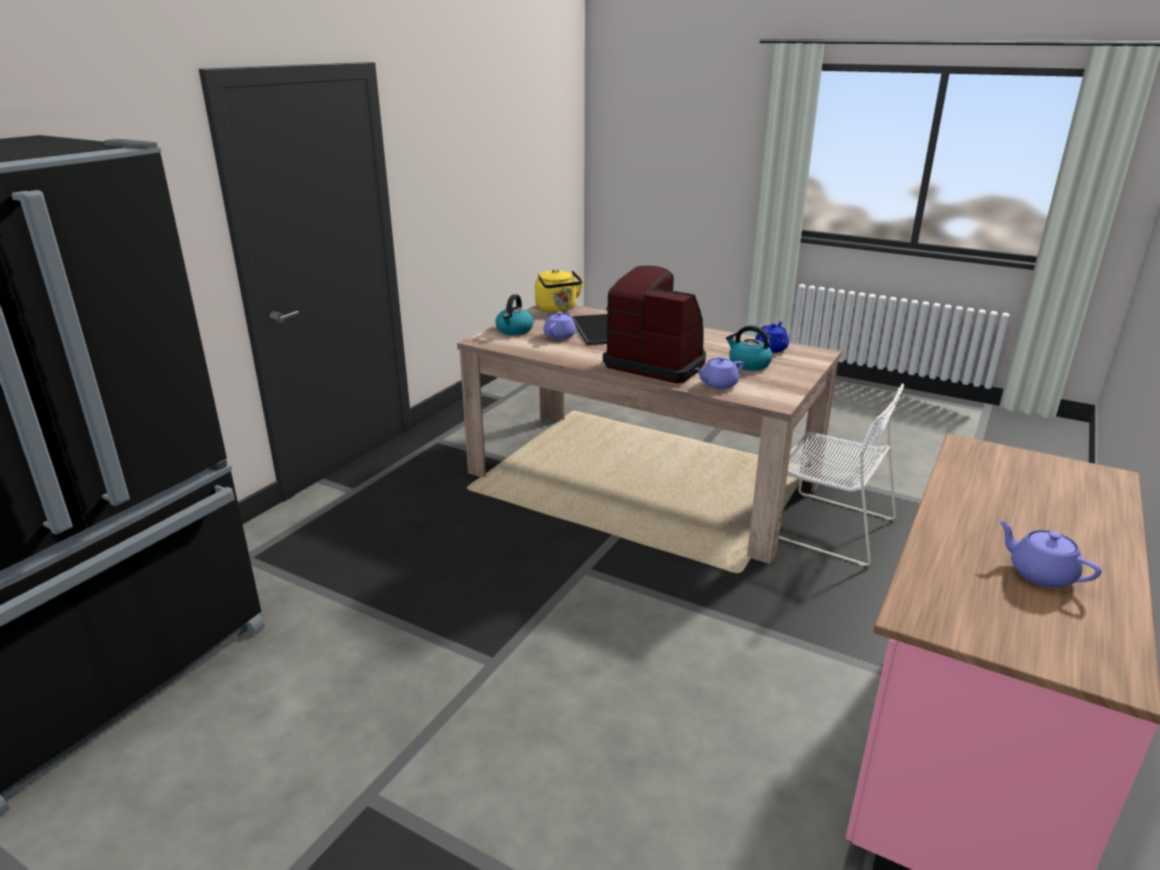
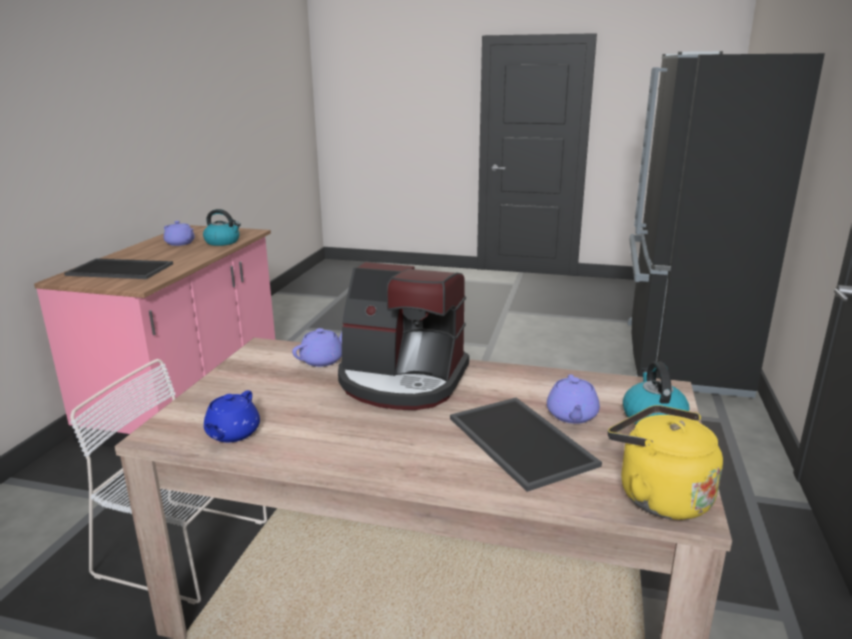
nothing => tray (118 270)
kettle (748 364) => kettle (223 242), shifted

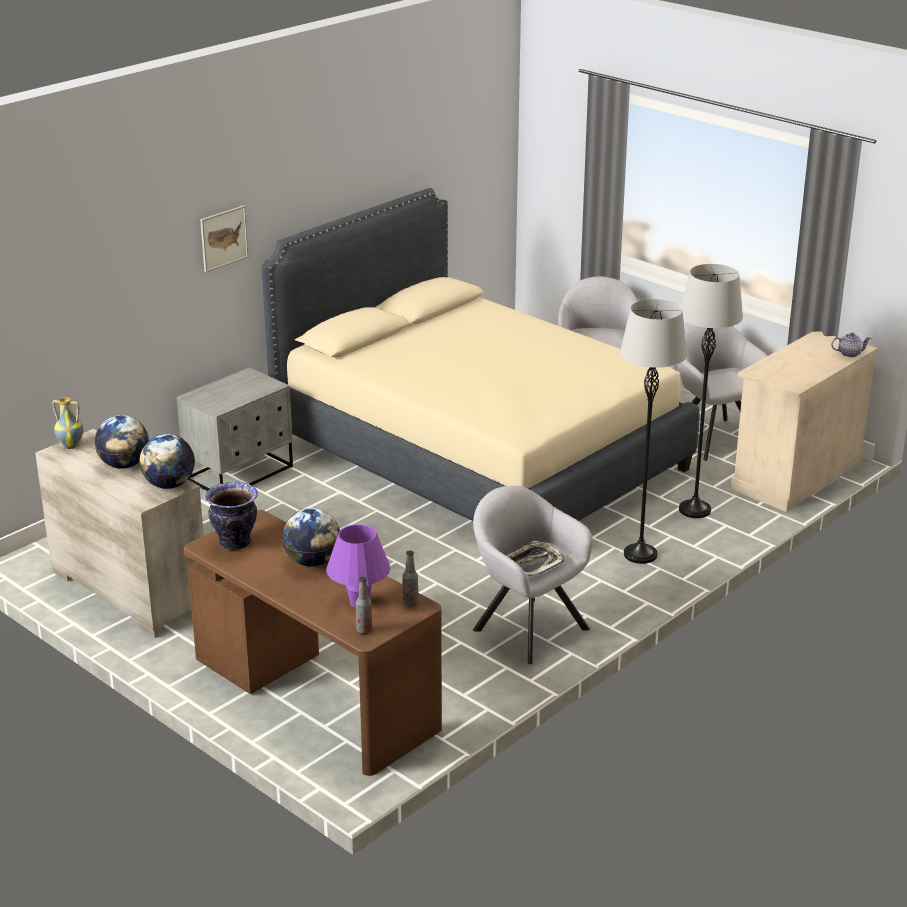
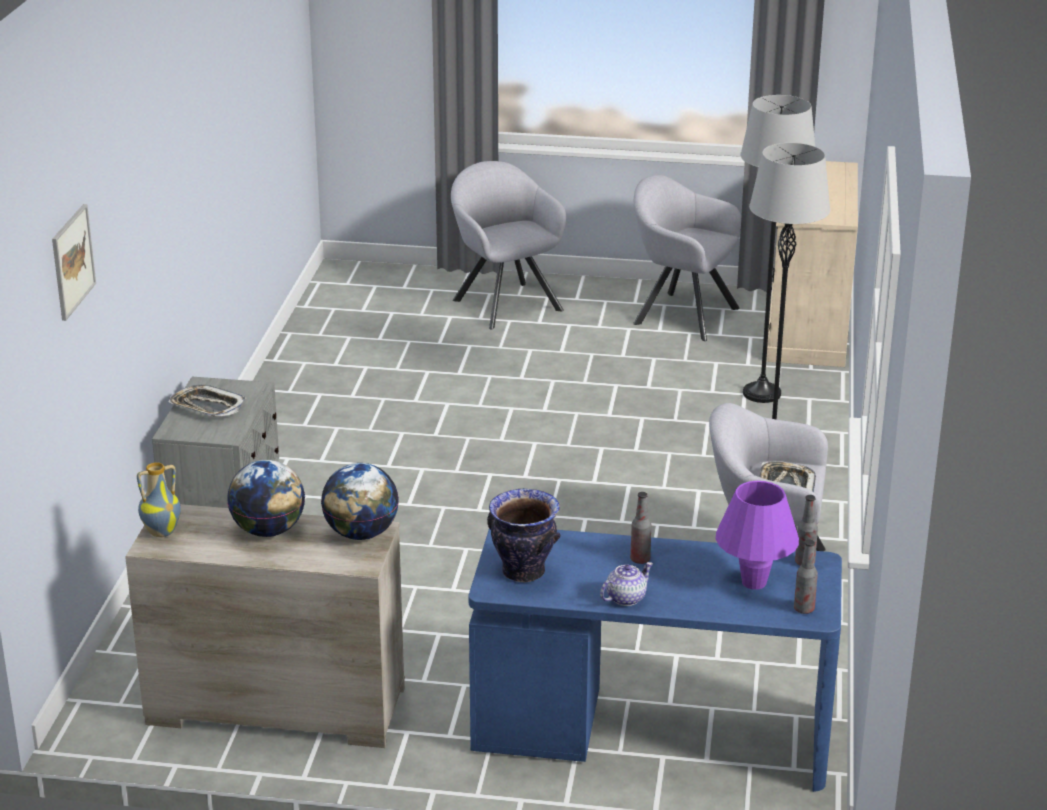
bed (beige) (479 455) => nothing
nothing => tray (207 407)
picture (224 238) => picture (72 261), shifted
teapot (849 353) => teapot (626 598), shifted
globe (312 562) => bottle (640 559)
desk (brown) (314 695) => desk (blue) (651 732)

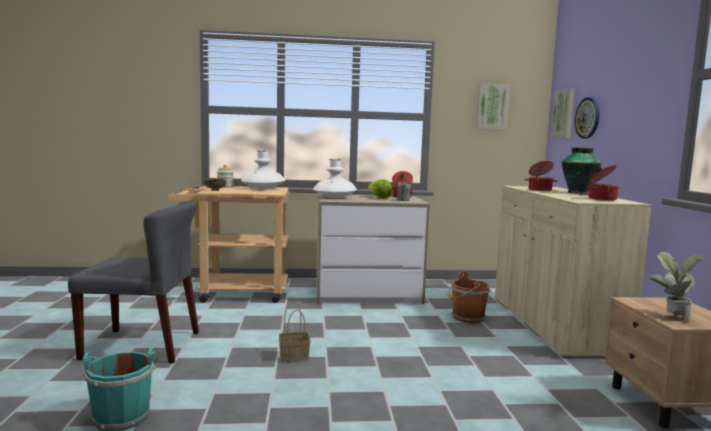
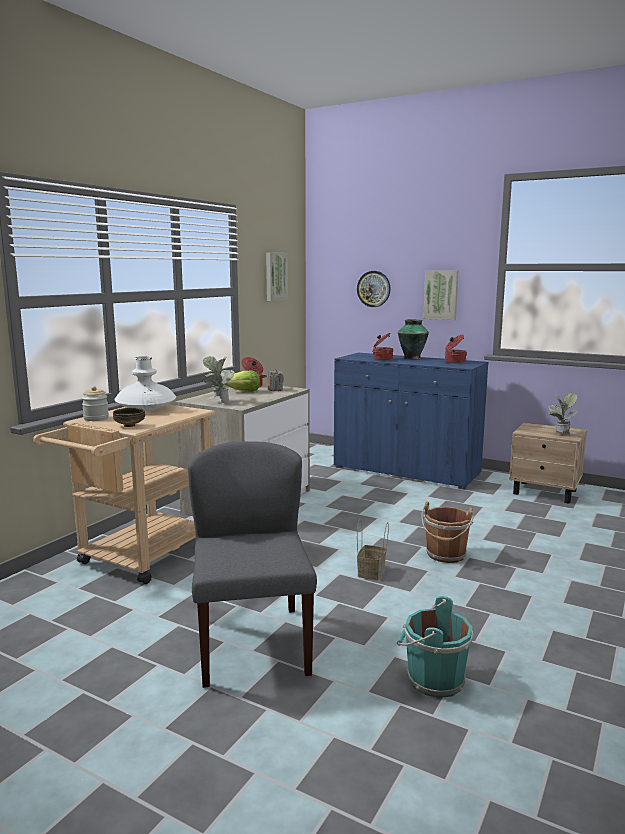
bucket (brown) (467 317) => bucket (brown) (446 555), shifted
picture (564 114) => picture (441 295), shifted
vase (white) (334 197) => potted plant (218 401)
cabinet (beige) (553 325) => cabinet (blue) (406 471)
chair (grey) (143 345) => chair (grey) (252 644), 45 degrees counterclockwise

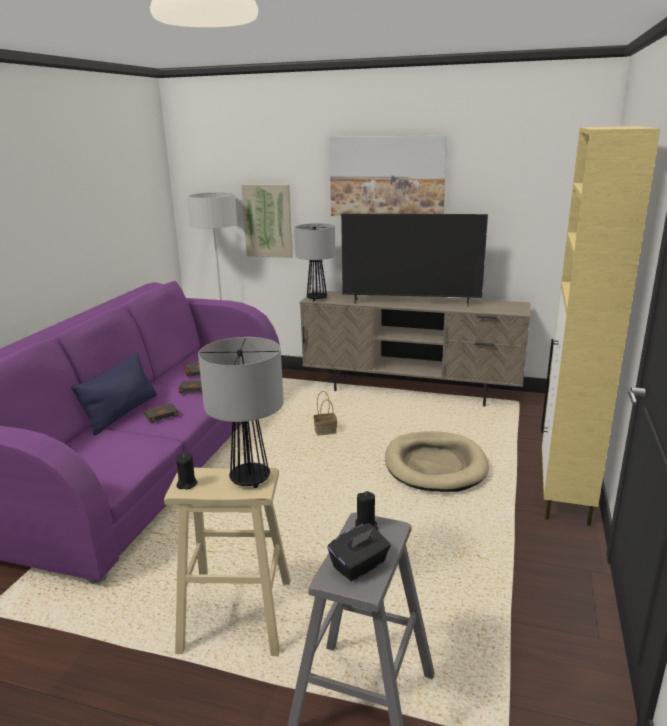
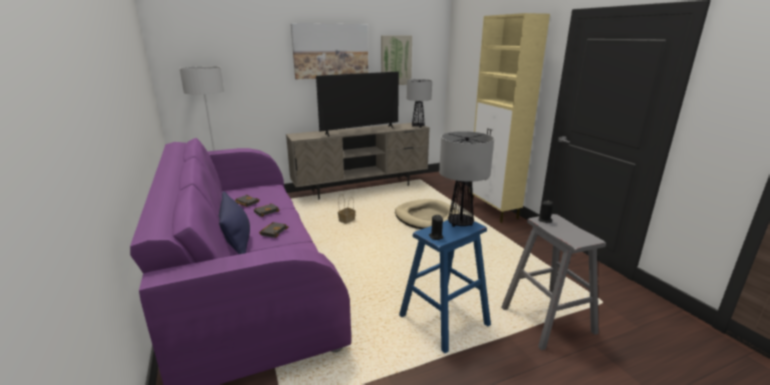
tissue box (black) (359 566) => nothing
picture (268 220) => picture (396 60), shifted
table lamp (317 298) => table lamp (418 126), shifted
stool (beige) (236 615) => stool (blue) (444 320)

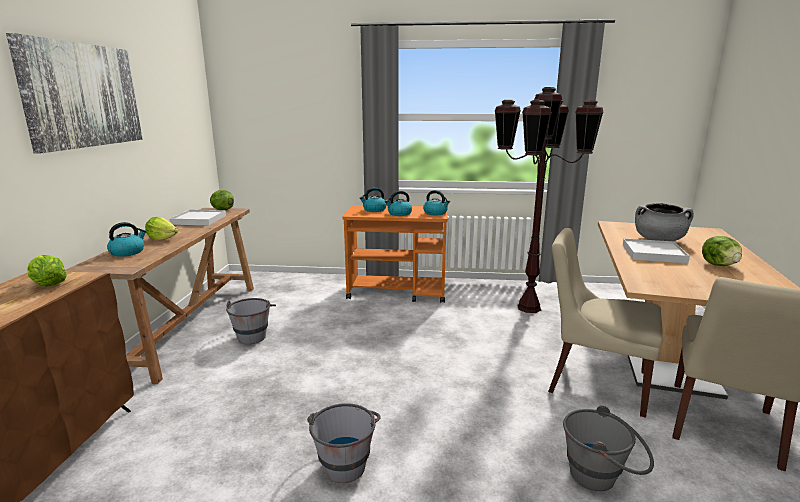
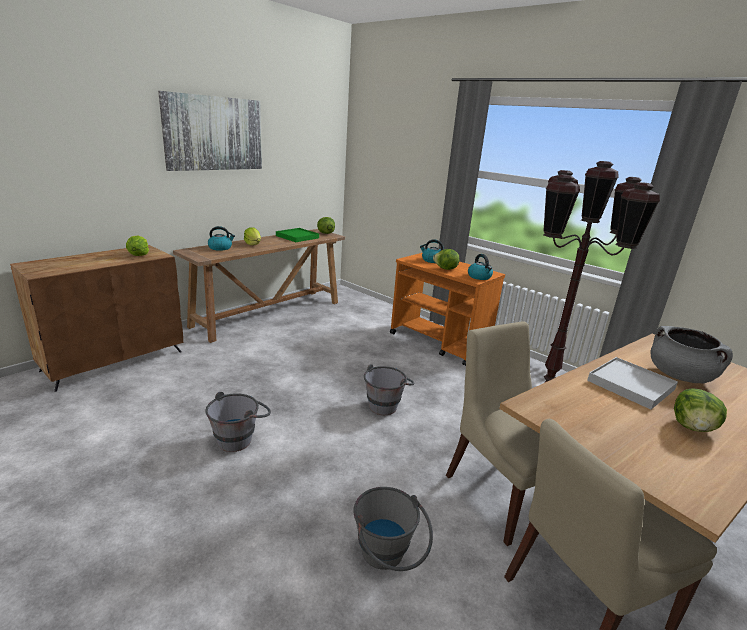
bucket (grey) (253 334) => bucket (grey) (386 404), shifted
kettle (399 214) => lettuce (445 269)
tray (white) (199 220) => tray (green) (297 237)

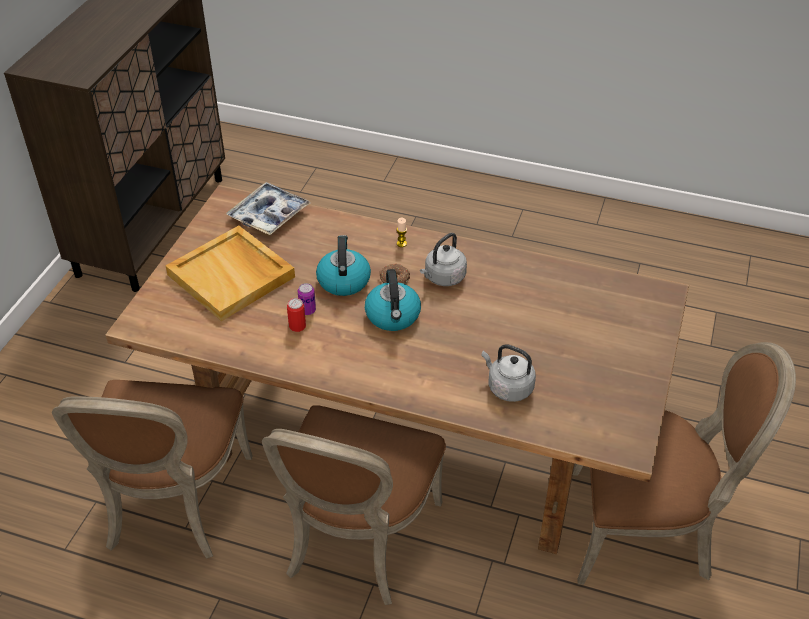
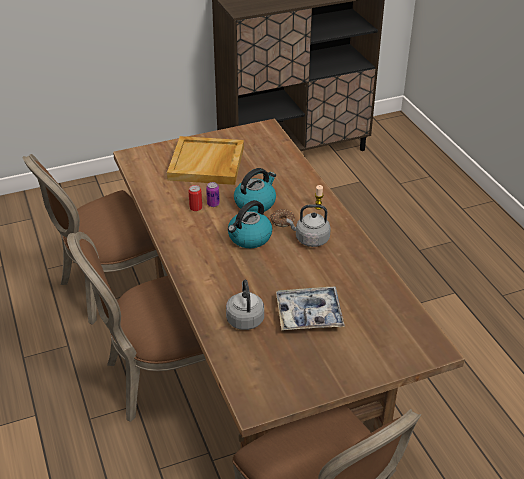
tray (269 215) => tray (309 314), shifted

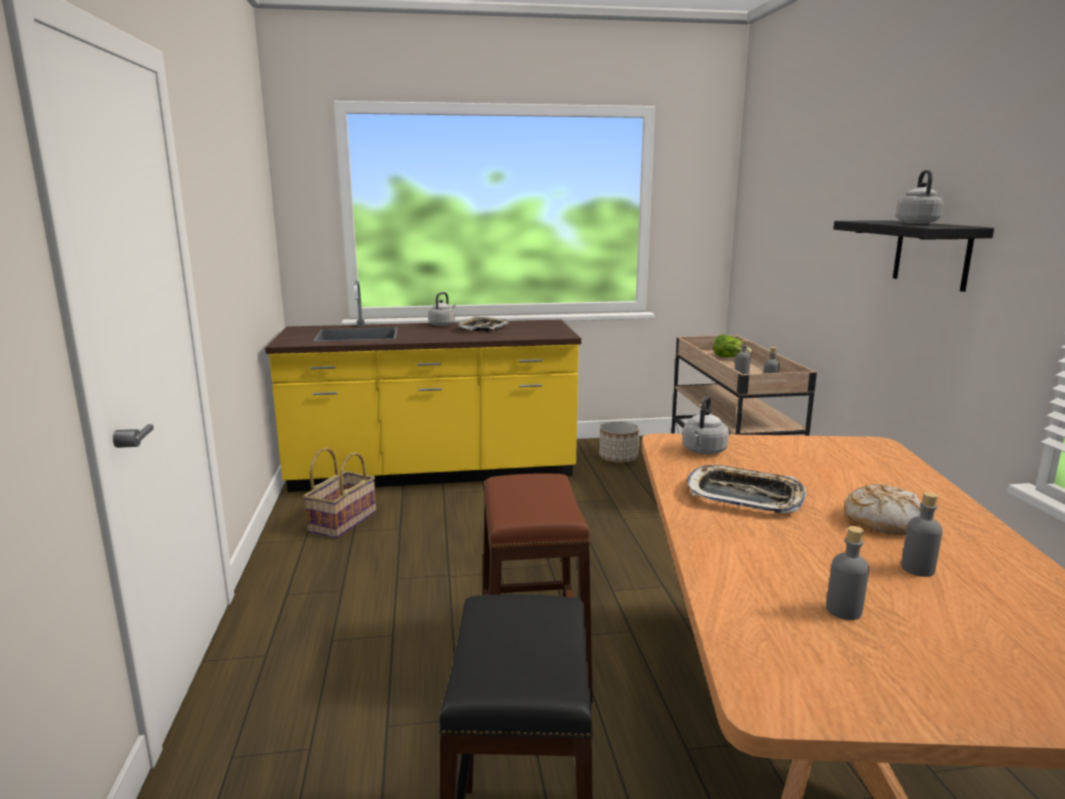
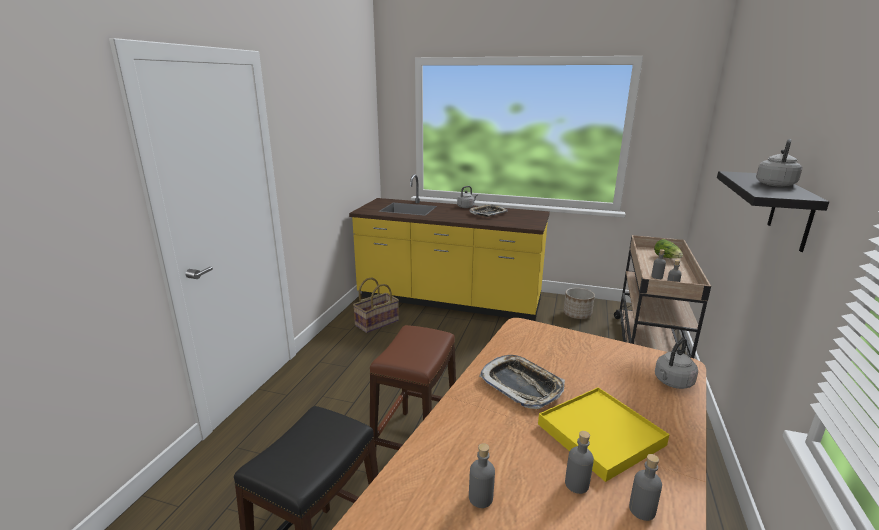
nothing => bottle (grey) (642 510)
kettle (grey) (703 451) => kettle (grey) (672 382), shifted
bread (881 520) => tray (yellow) (600 434)

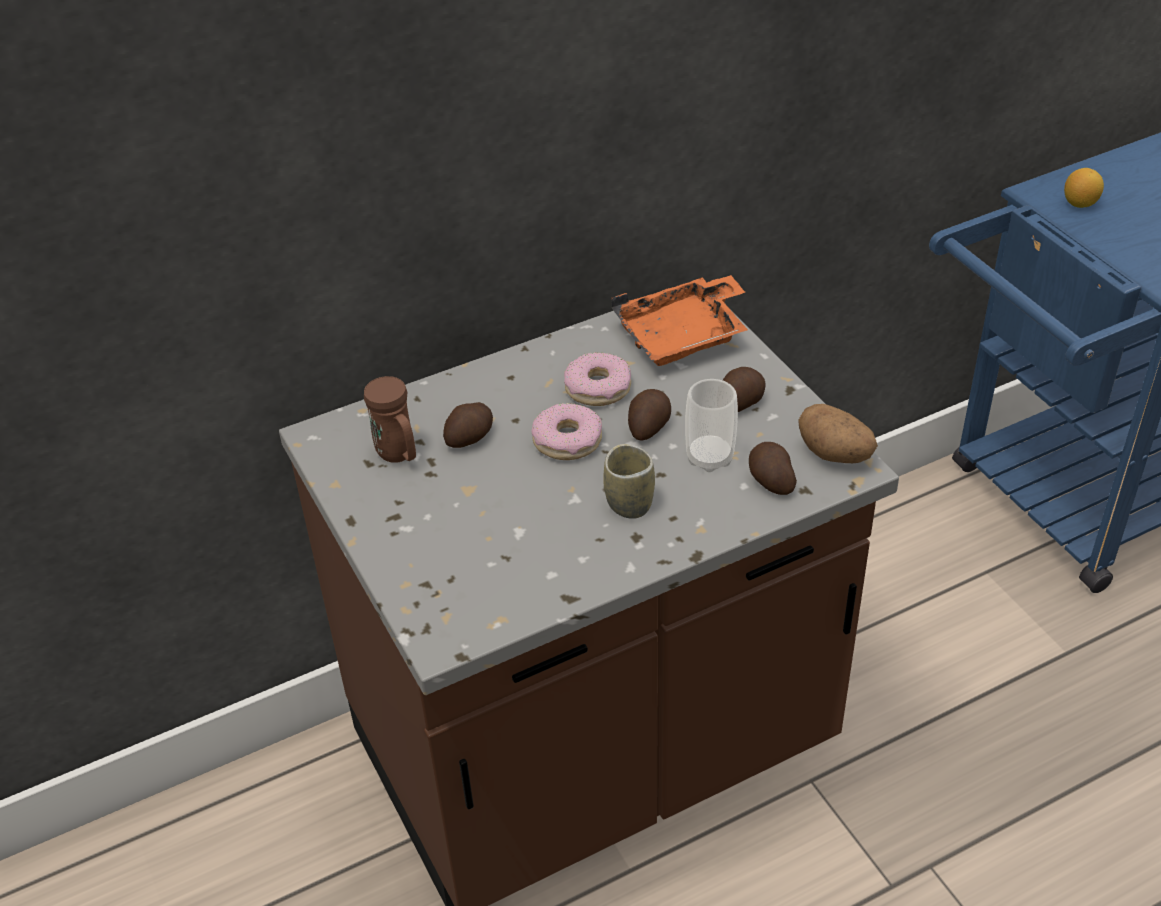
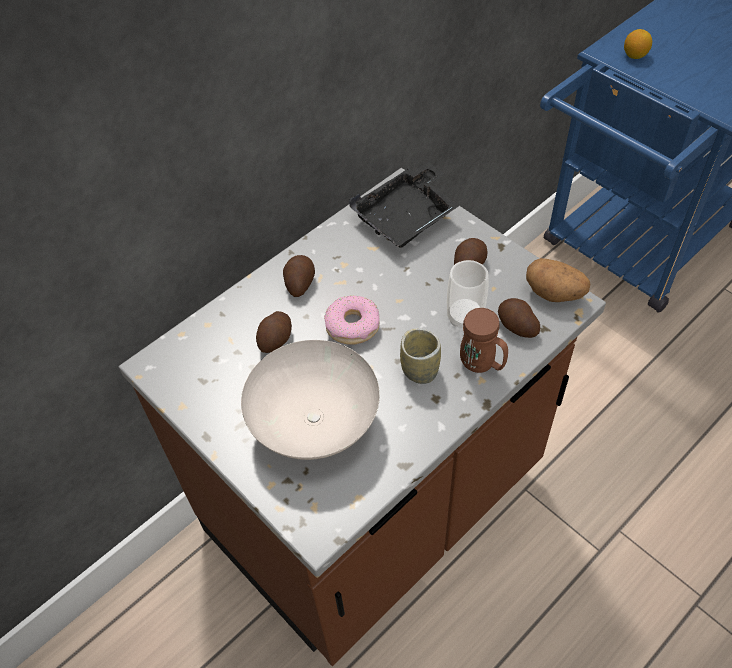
donut (598 388) => nothing
nothing => bowl (white) (317 422)
mug (brown) (399 456) => mug (brown) (482 365), shifted
potato (648 426) => potato (299 283), shifted
tray (orange) (683 336) => tray (black) (407 217)

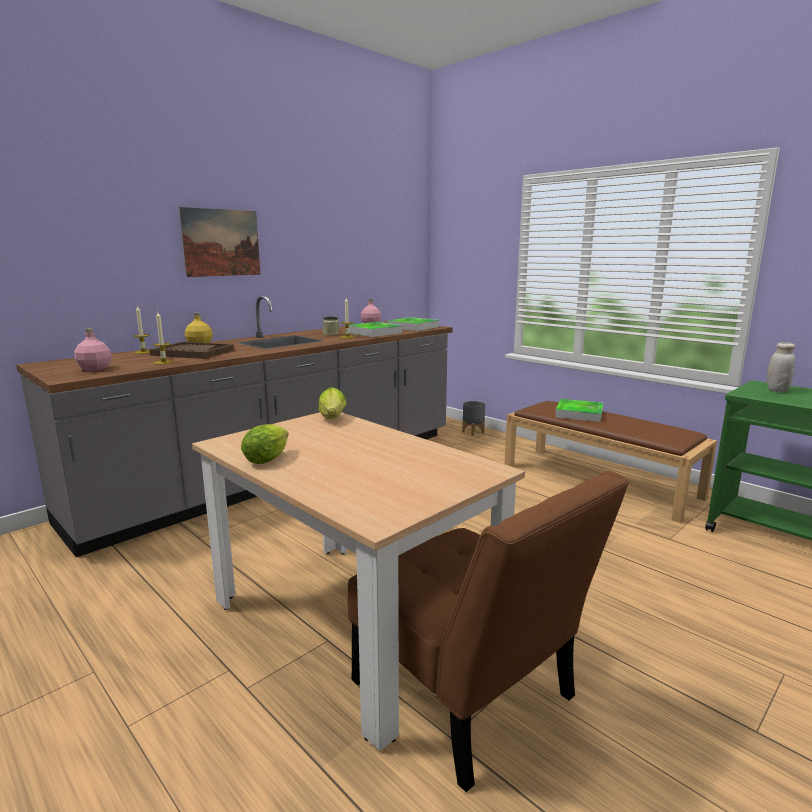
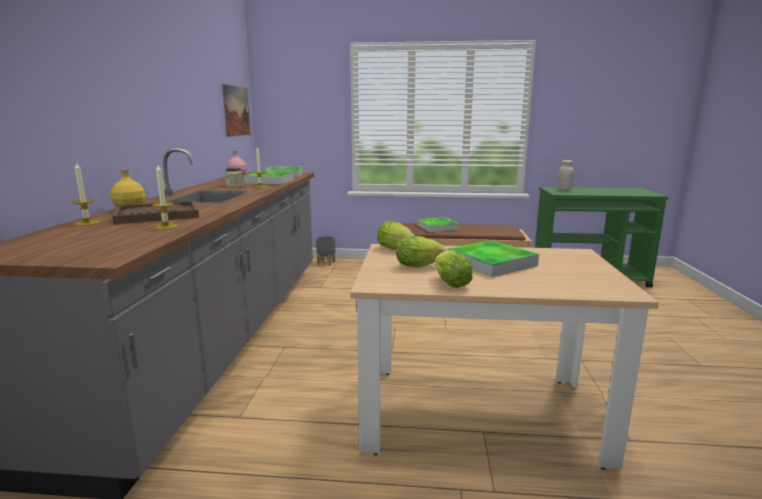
bottle (pink) (95 369) => nothing
chair (brown) (470 698) => nothing
nothing => lettuce (421 266)
nothing => tray (491 263)
picture (221 243) => picture (236 111), shifted

